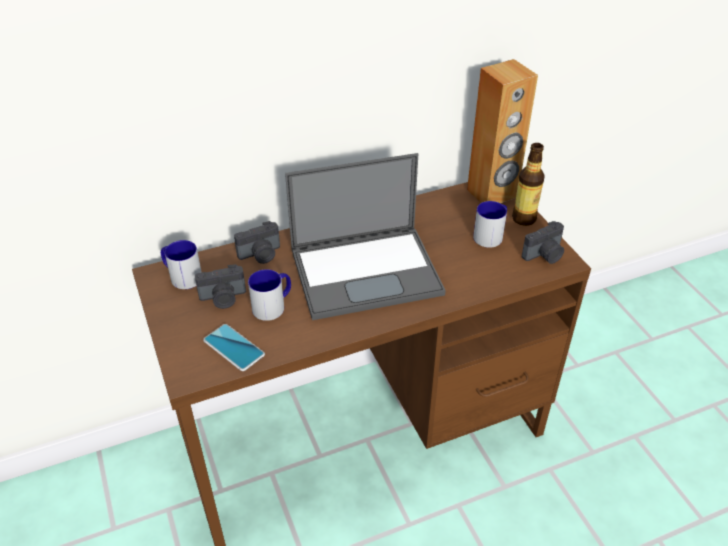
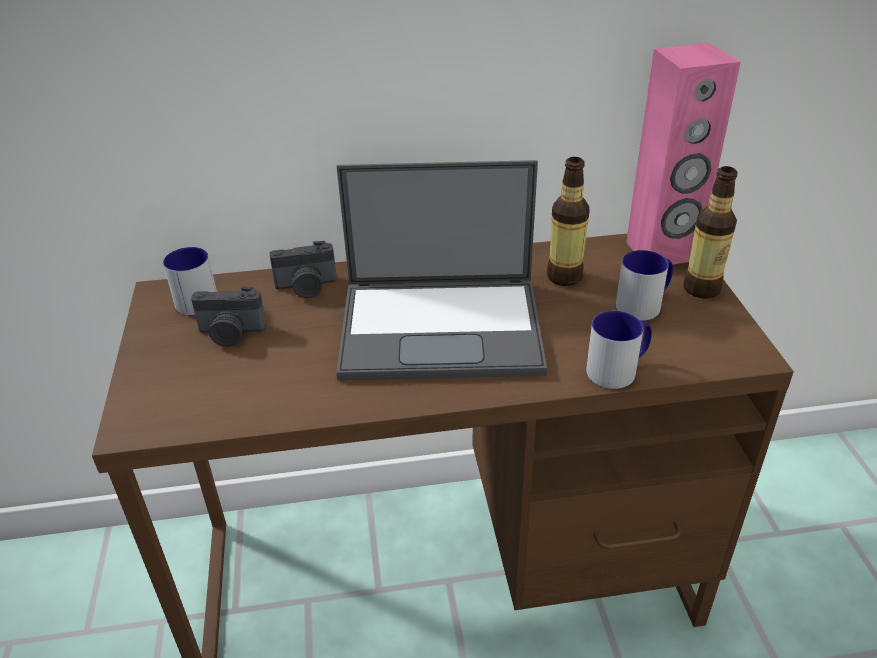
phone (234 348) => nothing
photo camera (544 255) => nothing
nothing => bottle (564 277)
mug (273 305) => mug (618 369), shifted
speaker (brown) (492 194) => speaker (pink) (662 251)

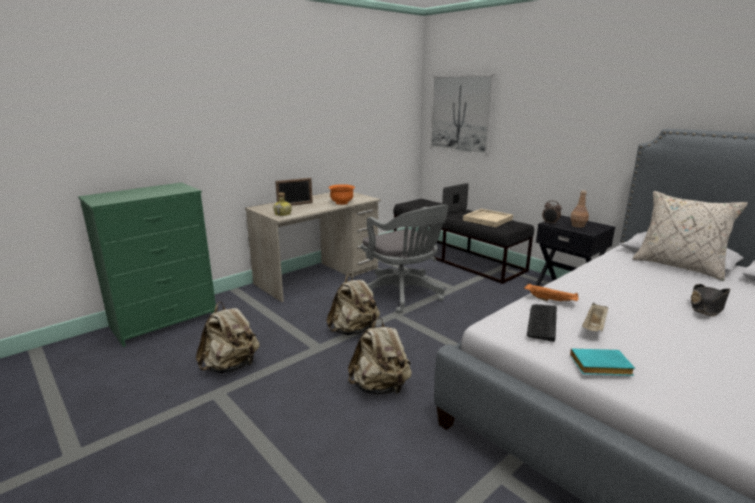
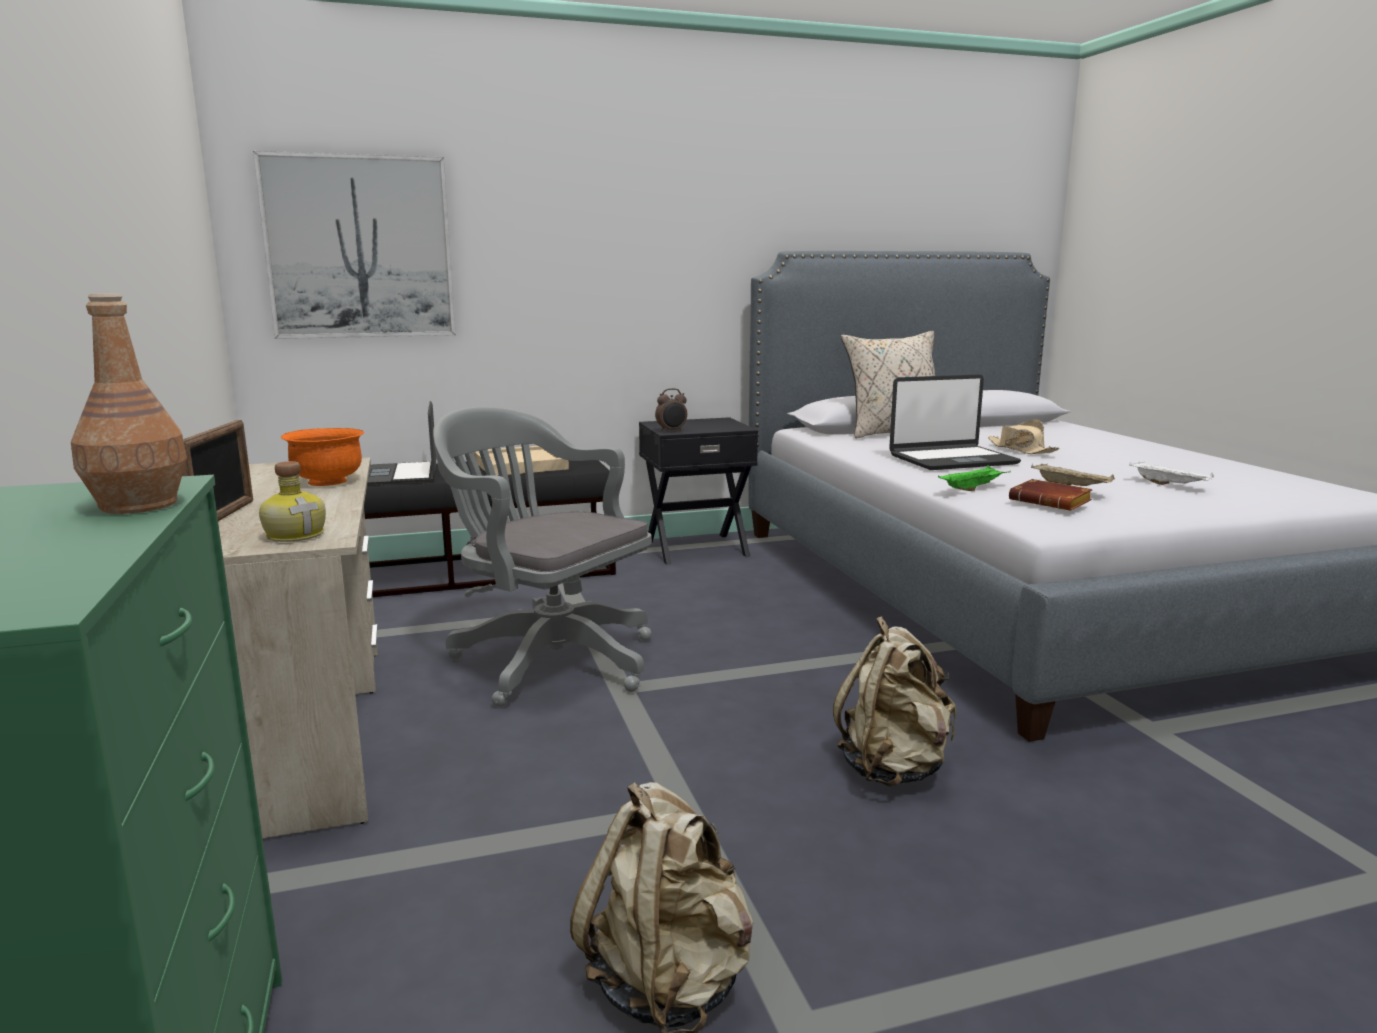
backpack (beige) (354 331) => nothing
book (turquoise) (599 367) => nothing
nothing => laptop (952 460)
nothing => tray (white) (1170 485)
bottle (brown) (578 225) => bottle (brown) (140 505), shifted
keyboard (542 322) => book (brown) (1052 502)
tray (orange) (551 300) => tray (green) (973 488)
hat (black) (706 307) => hat (beige) (1020 449)
office chair (grey) (404 295) => office chair (grey) (547 659), 135 degrees counterclockwise

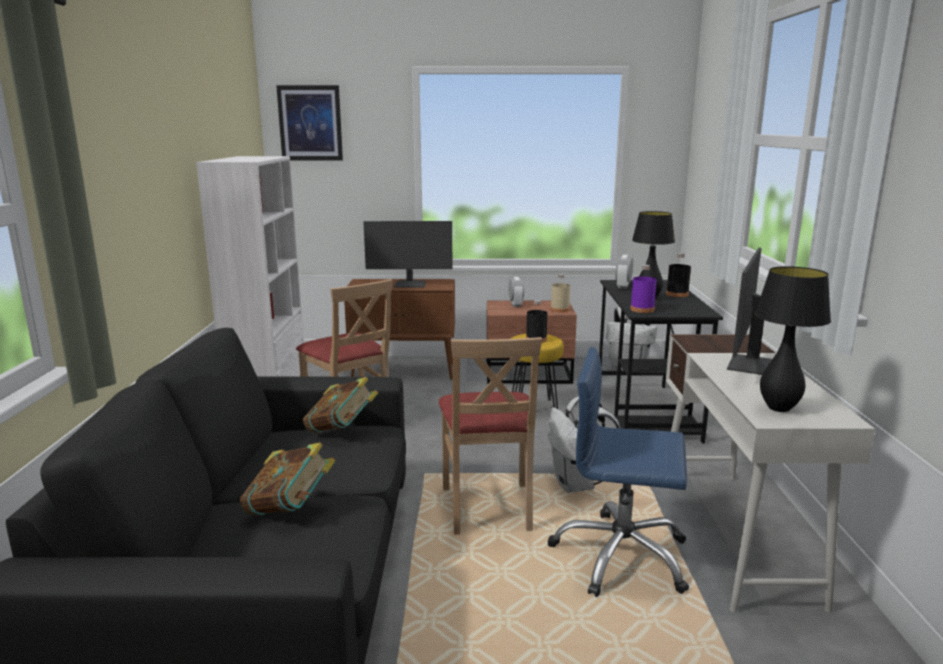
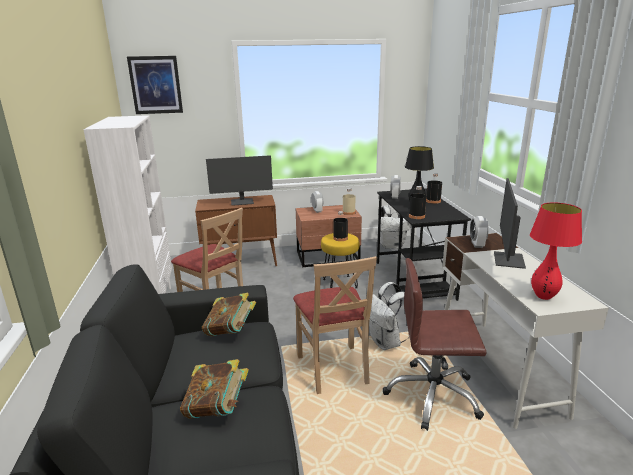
nothing => alarm clock (477 244)
office chair (blue) (621 556) => office chair (brown) (432 396)
bottle (purple) (642 309) => bottle (black) (416 216)
table lamp (black) (778 408) => table lamp (red) (543 296)

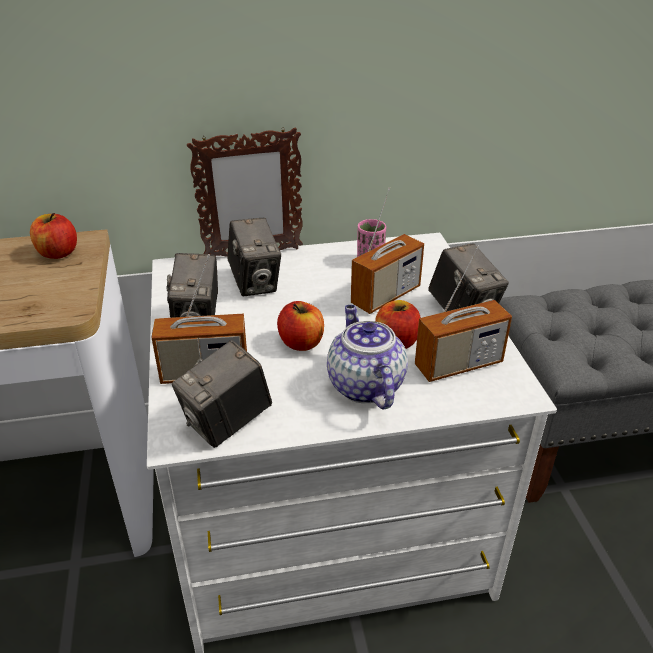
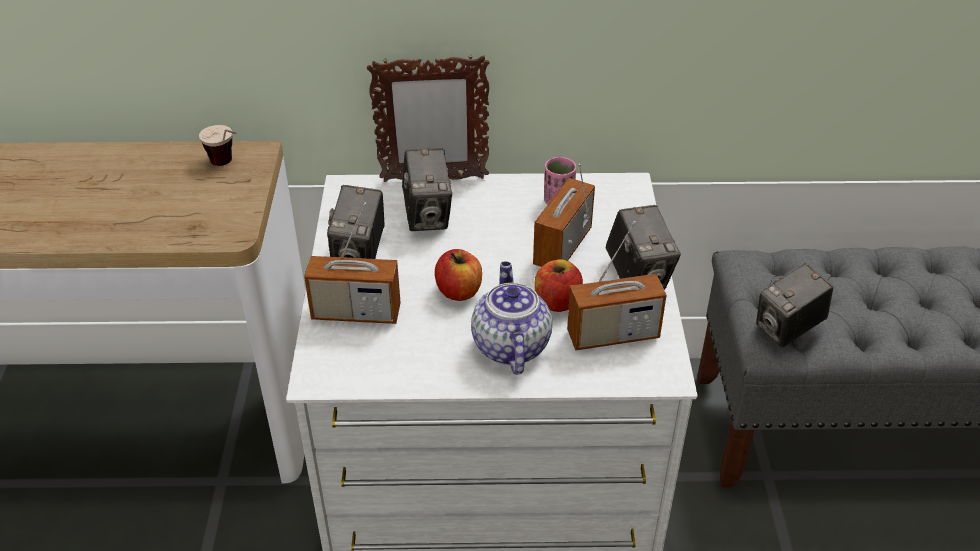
photo camera (227 423) => photo camera (788 329), shifted
apple (58 253) => cup (228 166)
radio (386 296) => radio (562 247), 150 degrees clockwise

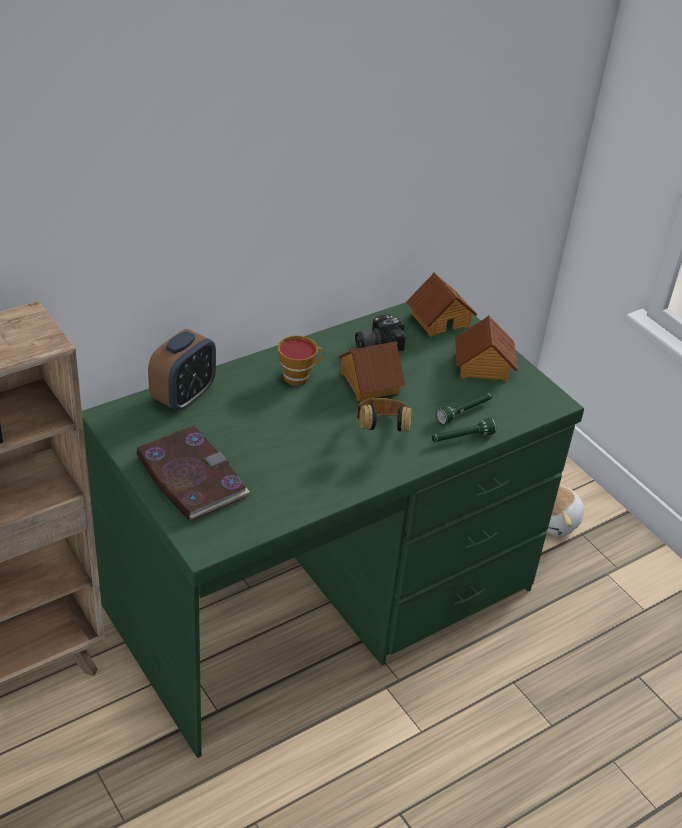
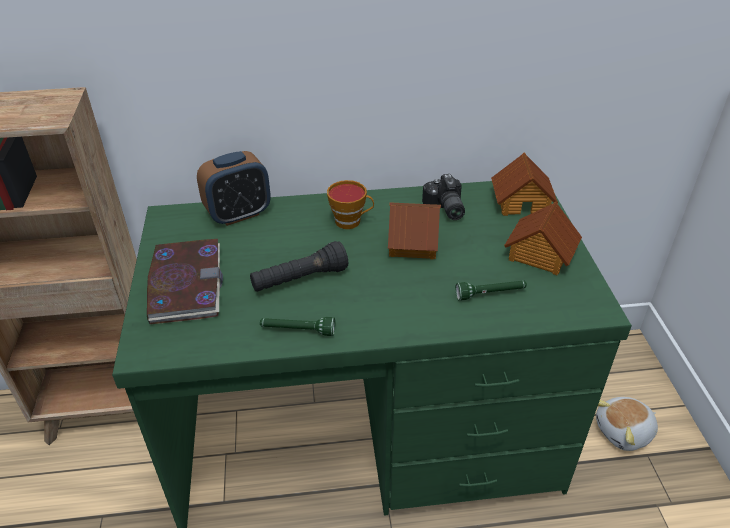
headphones (382 431) => nothing
nothing => flashlight (black) (300 279)
flashlight (green) (461 438) => flashlight (green) (297 331), shifted
photo camera (376 343) => photo camera (444 209), 105 degrees counterclockwise

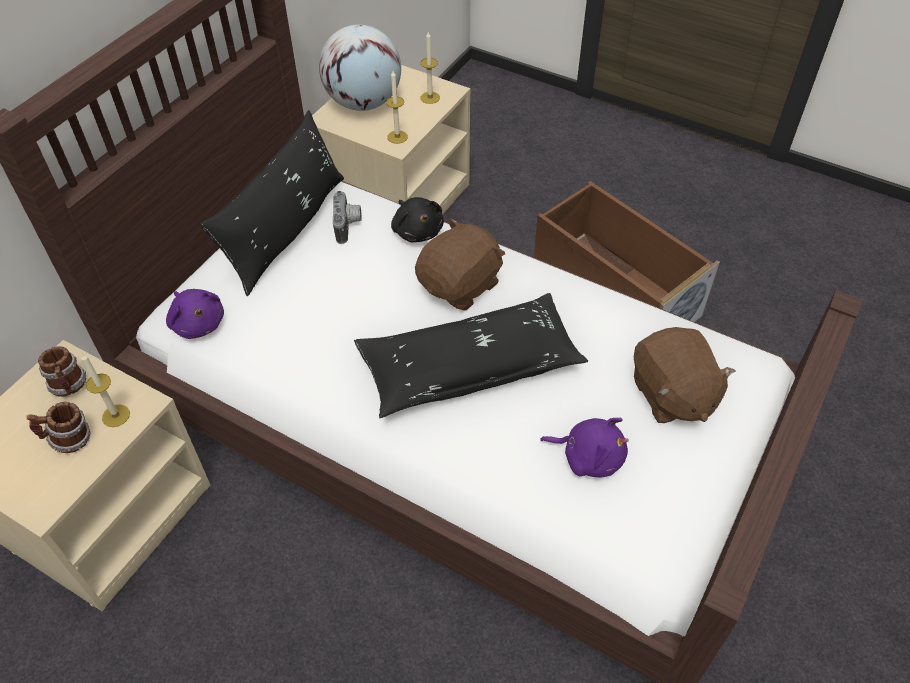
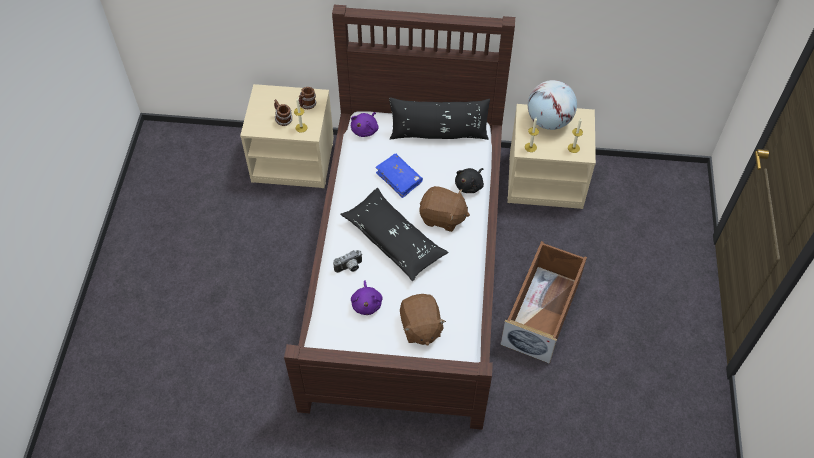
nothing => book (blue) (399 178)
photo camera (348 226) => photo camera (349 268), shifted
plush toy (brown) (671 395) => plush toy (brown) (420 327), 60 degrees counterclockwise

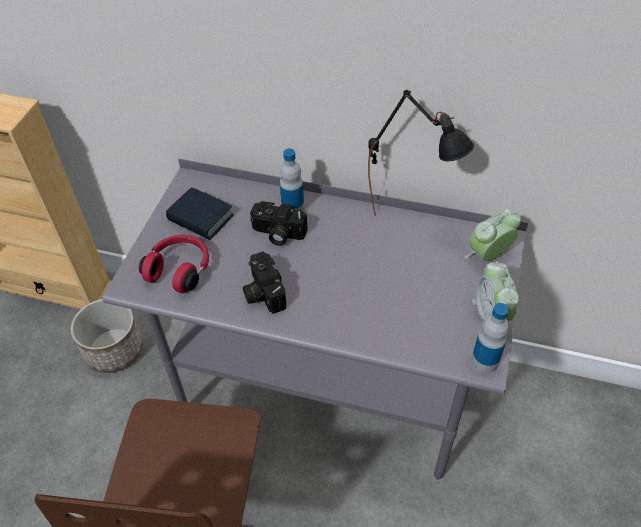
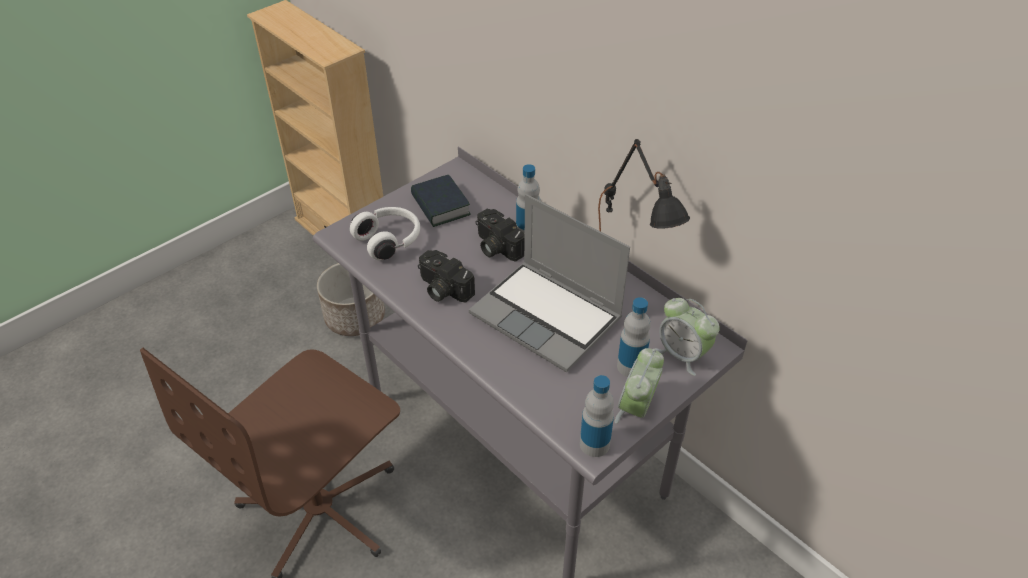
nothing => laptop (548 316)
nothing => bottle (631 366)
headphones (red) (180 270) => headphones (white) (389 240)
photo camera (262 292) => photo camera (442 289), 60 degrees counterclockwise
alarm clock (488 256) => alarm clock (682 355), 135 degrees counterclockwise

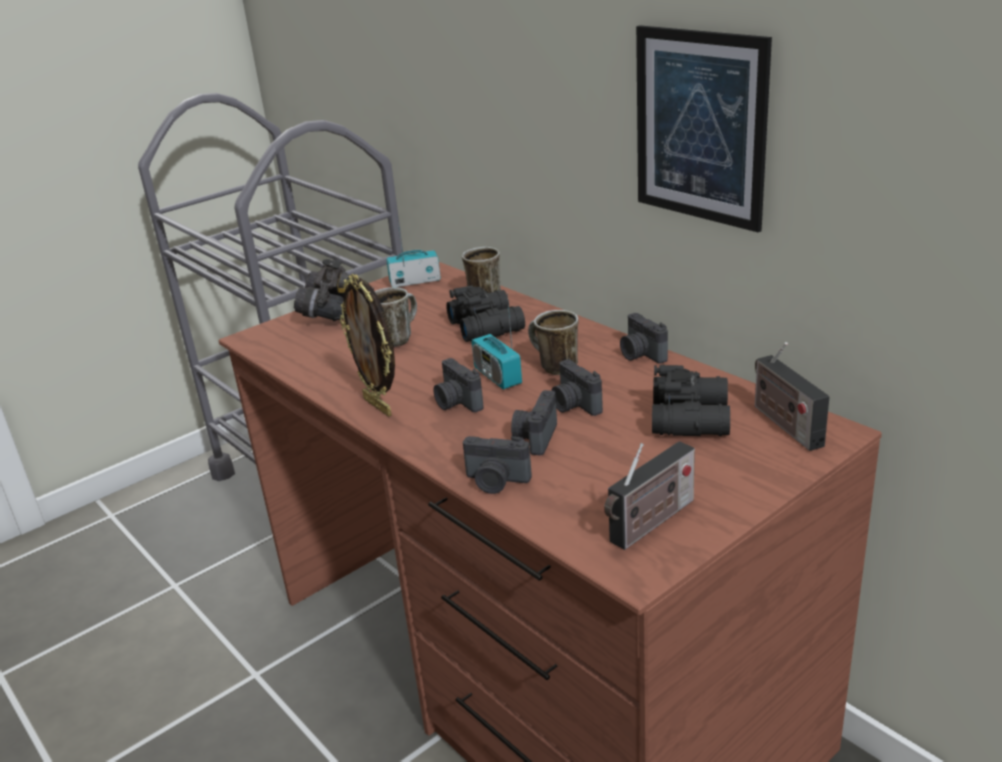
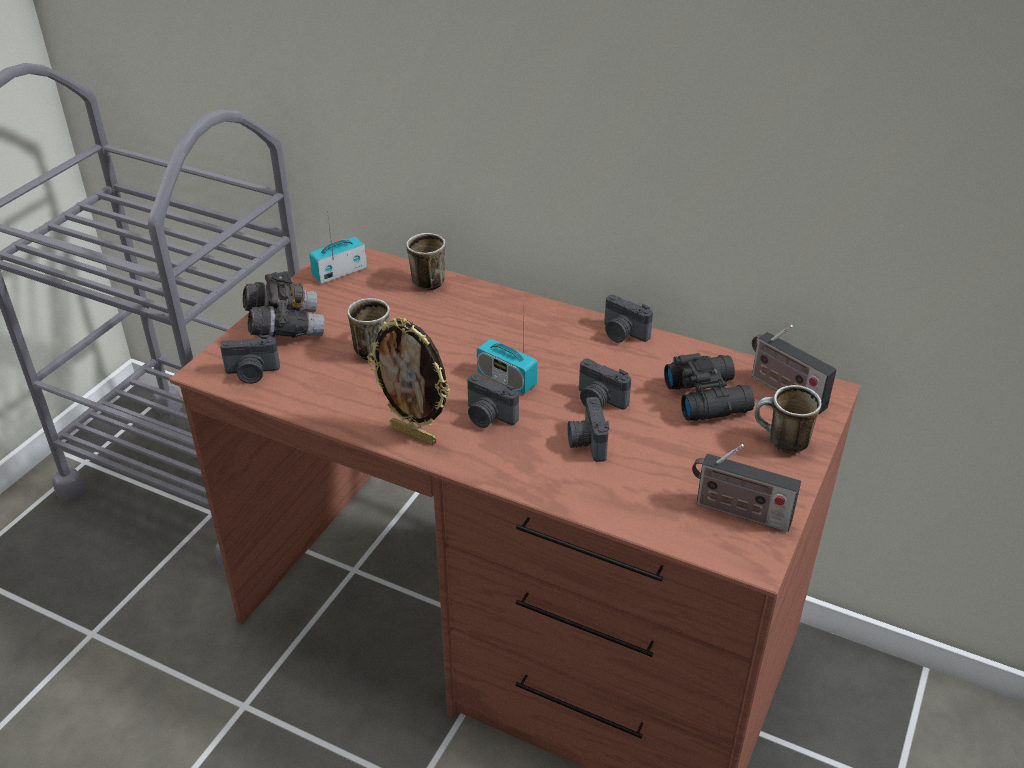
binoculars (black) (487 325) => nothing
picture (699 127) => nothing
photo camera (496 482) => photo camera (252 373), shifted
mug (552 367) => mug (780 443), shifted
radio (650 524) => radio (738 512), 90 degrees clockwise

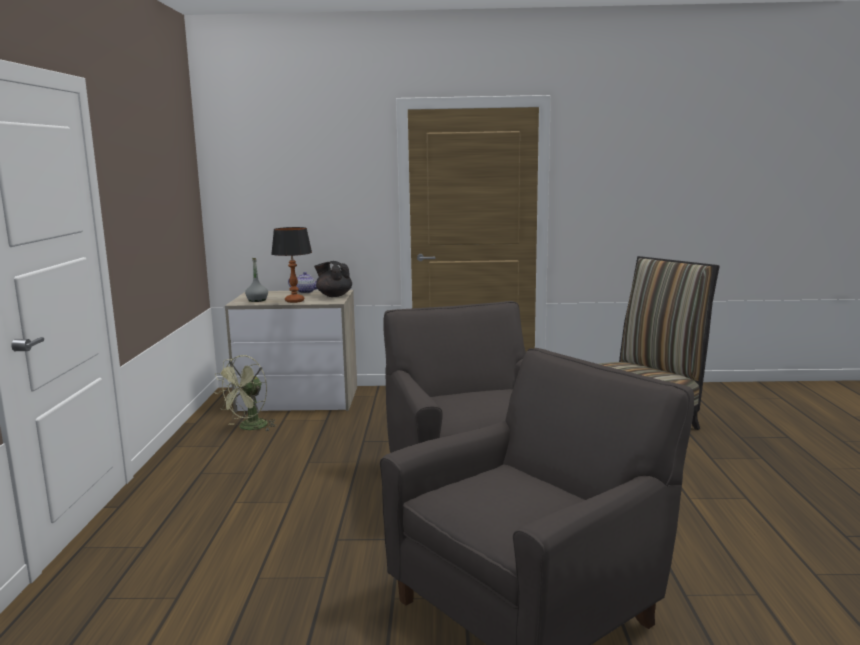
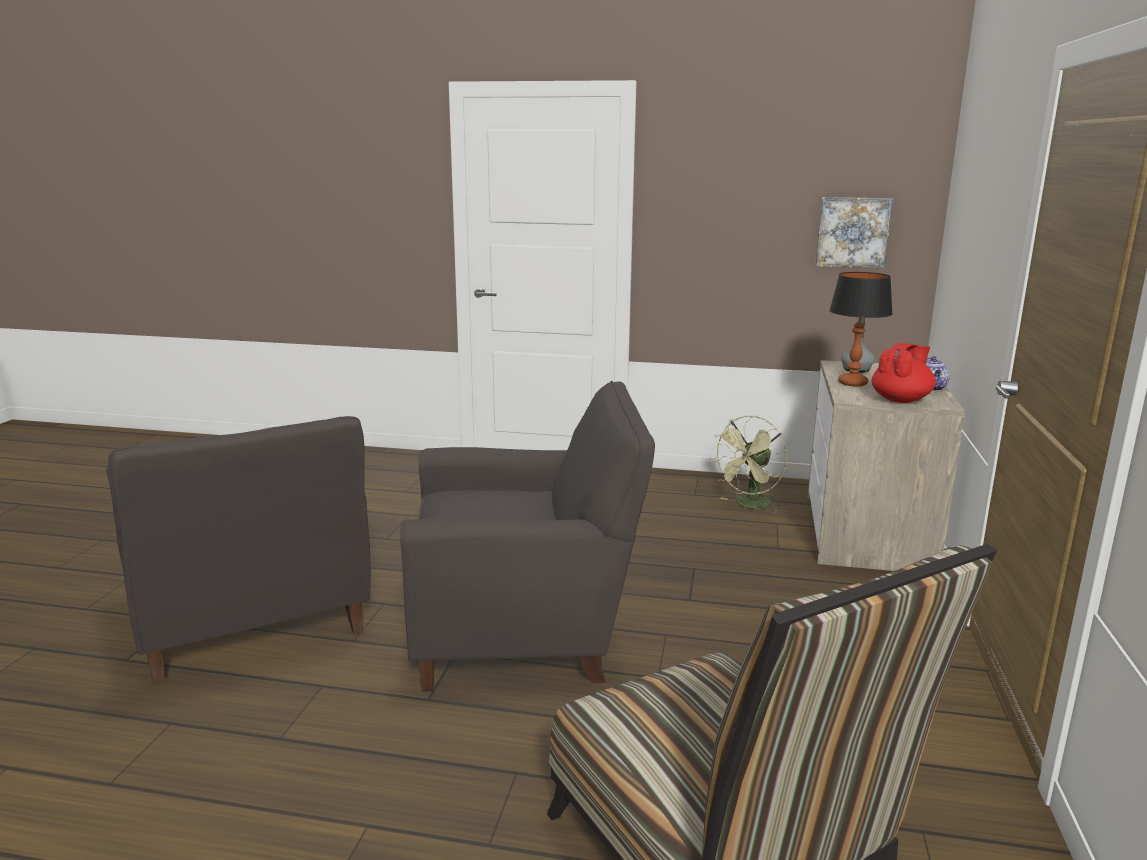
nothing => picture (852 232)
teapot (black) (334 295) => teapot (red) (901 400)
fan (green) (249 428) => fan (green) (749 506), 90 degrees counterclockwise

